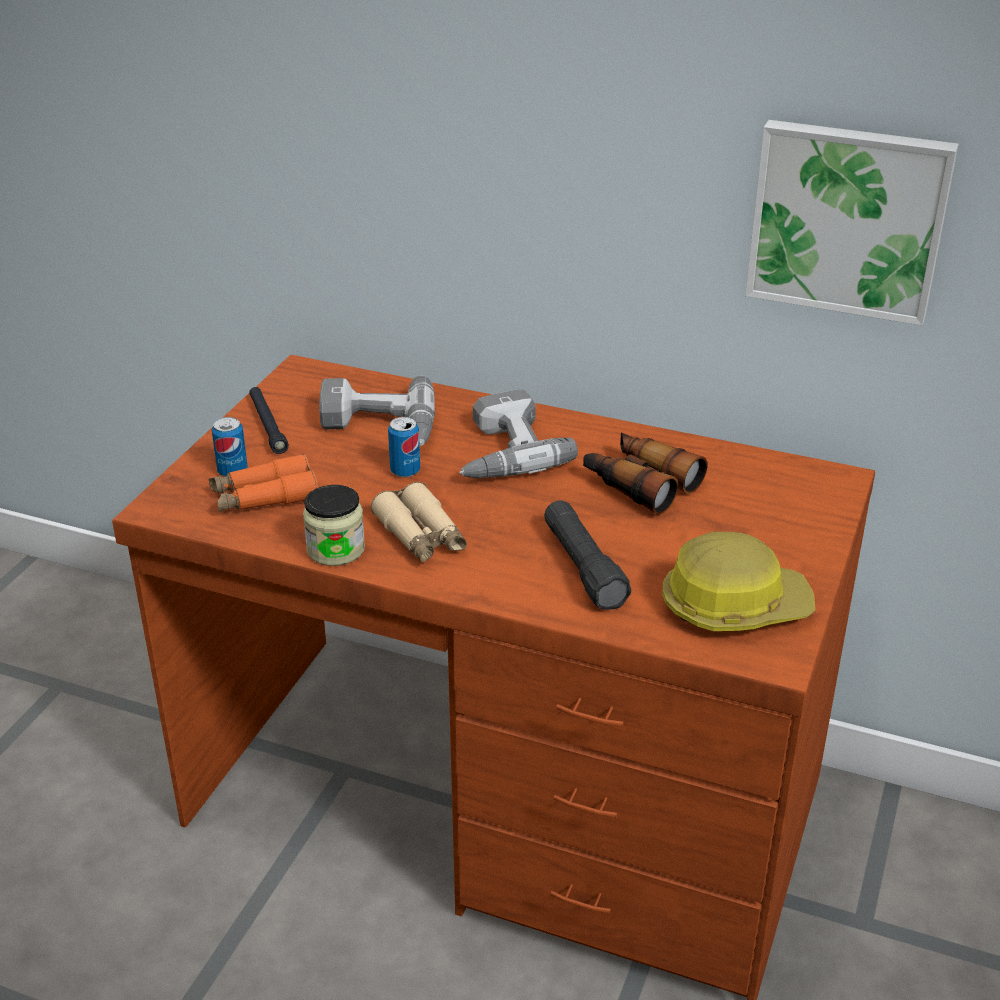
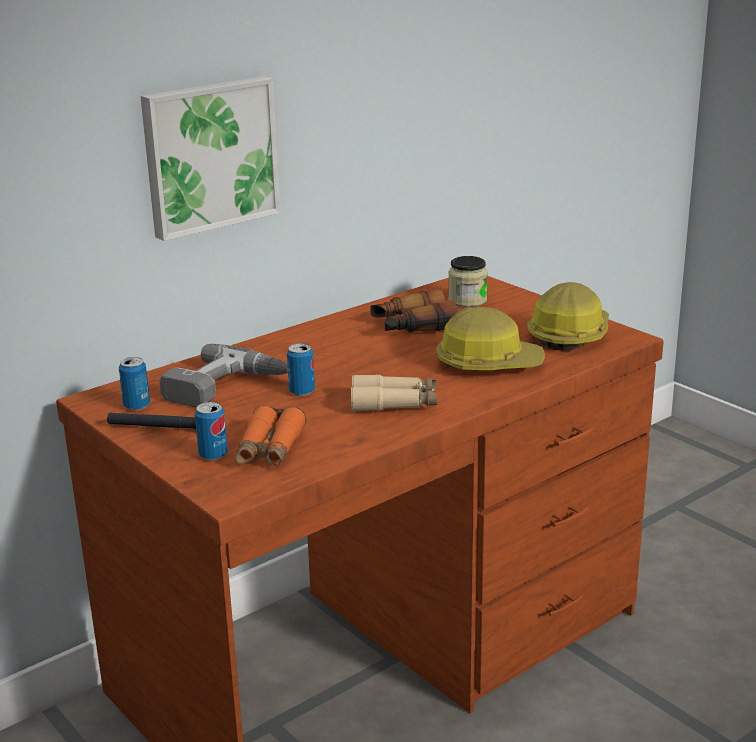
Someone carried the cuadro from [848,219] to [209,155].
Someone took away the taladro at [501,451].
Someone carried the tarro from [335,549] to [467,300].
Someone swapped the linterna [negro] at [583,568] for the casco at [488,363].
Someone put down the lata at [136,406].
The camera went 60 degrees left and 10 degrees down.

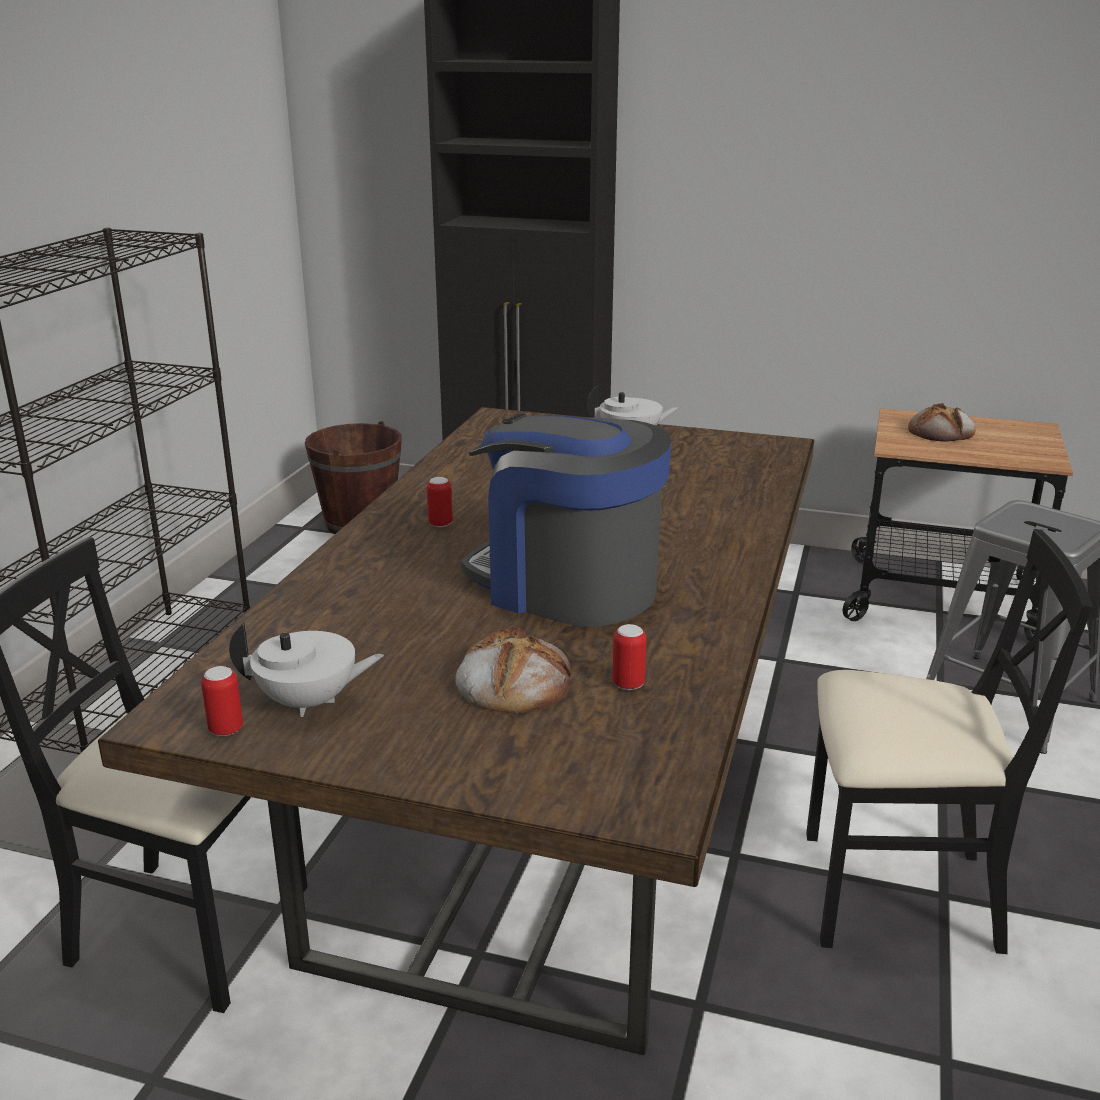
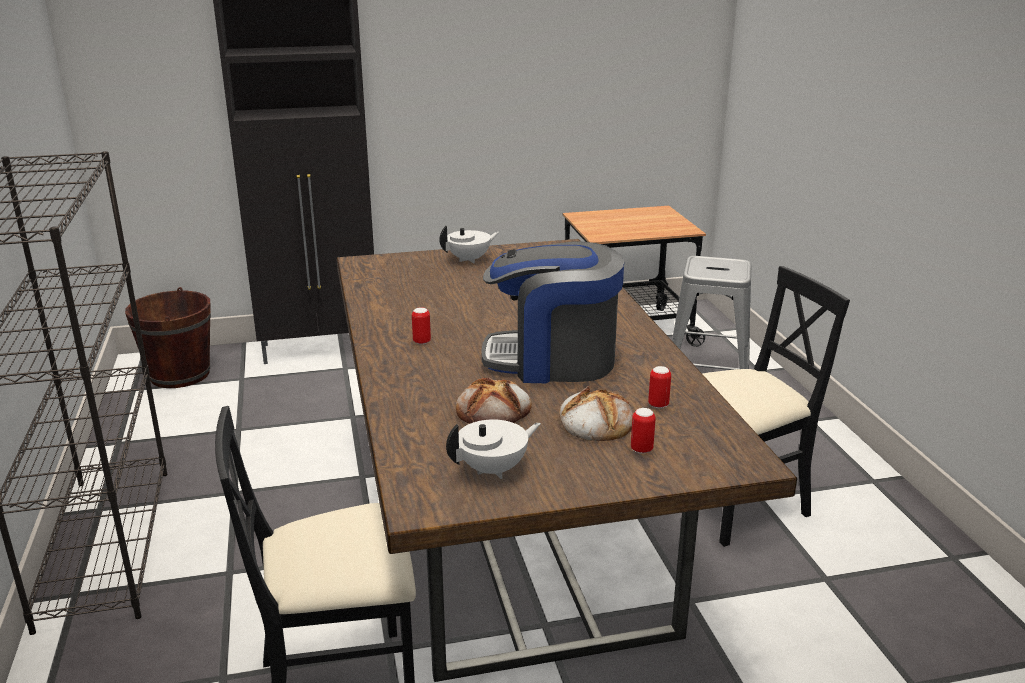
Someone carried the pan from [941,432] to [494,410].
Someone carried the lata from [226,729] to [641,449].
The camera went 30 degrees left and 0 degrees up.

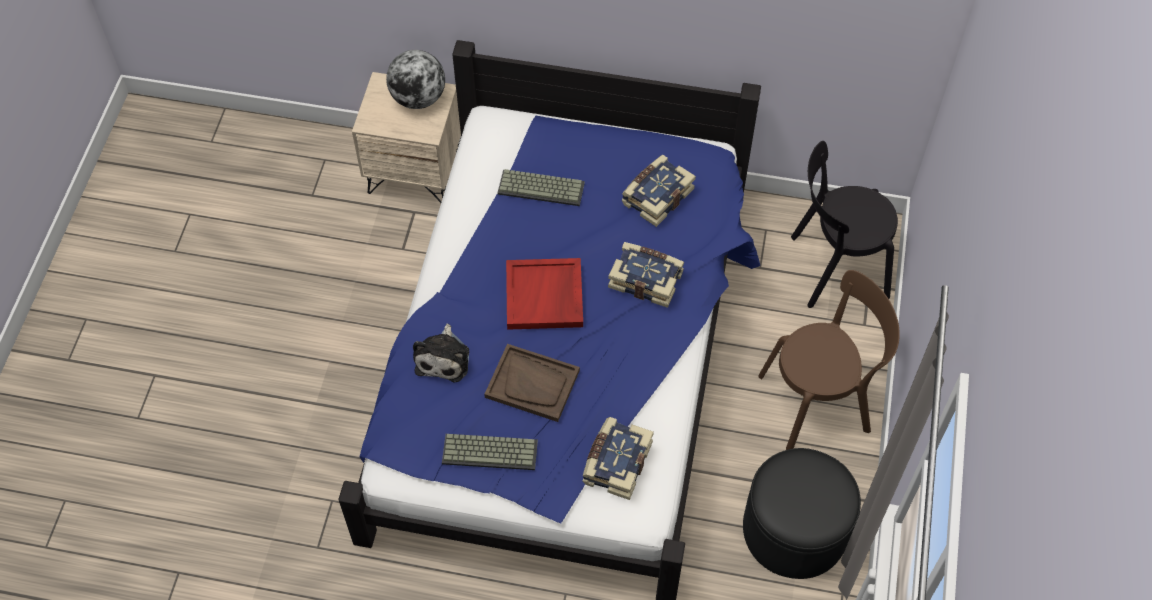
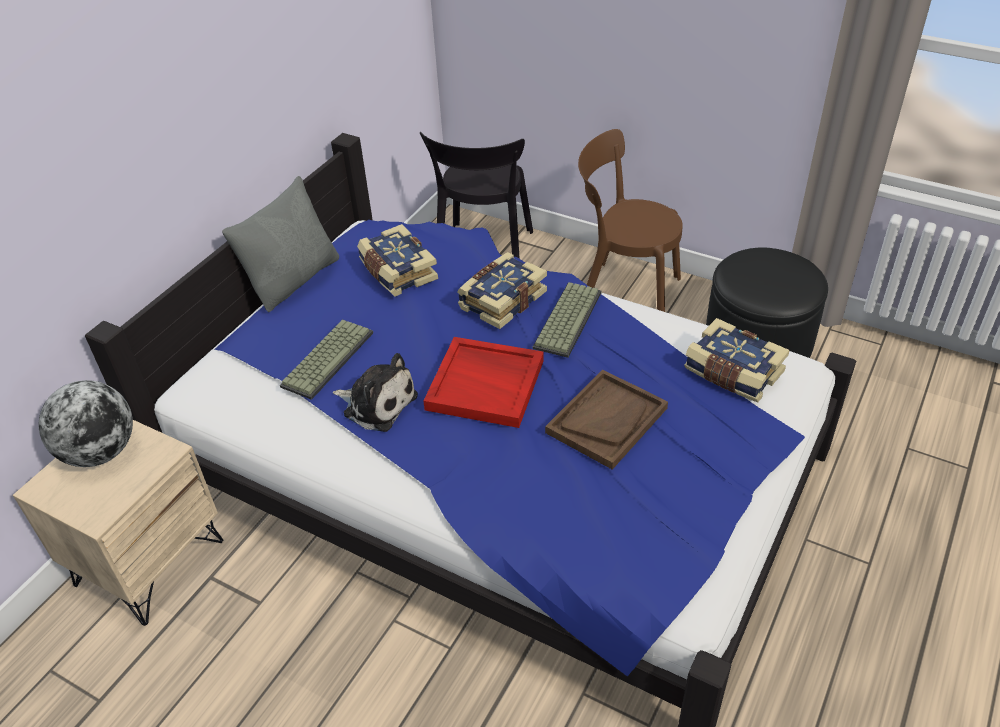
Someone rotated the silla [marrón] at [819,401] by 75 degrees counterclockwise.
Someone carried the peluche from [444,358] to [377,403].
Someone carried the teclado from [491,451] to [566,319].
Someone put down the cojín [gris] at [294,280].
The camera went 70 degrees left and 15 degrees down.

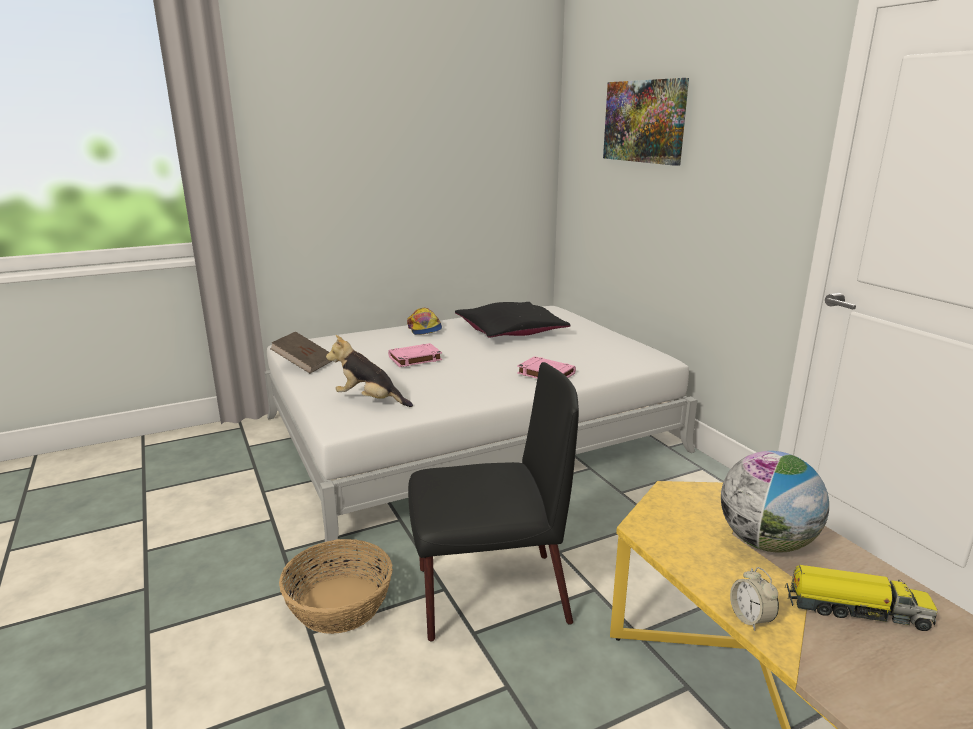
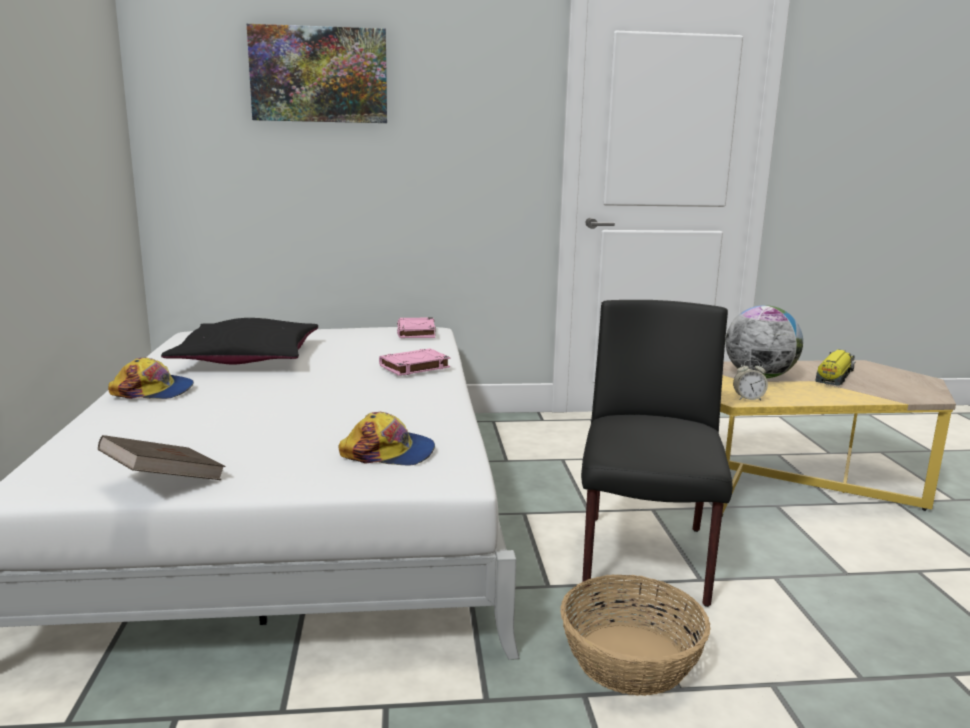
Someone swapped the peluche at [369,400] for the gorra at [389,452].
Someone carried the libro [rosa] from [414,359] to [416,332].
Someone carried the despertador from [750,618] to [748,398].
The camera went 70 degrees left and 5 degrees down.

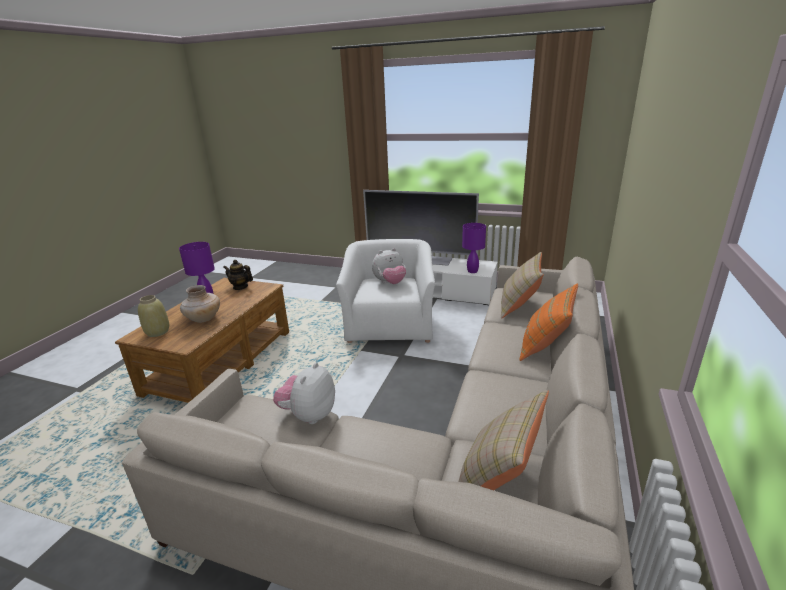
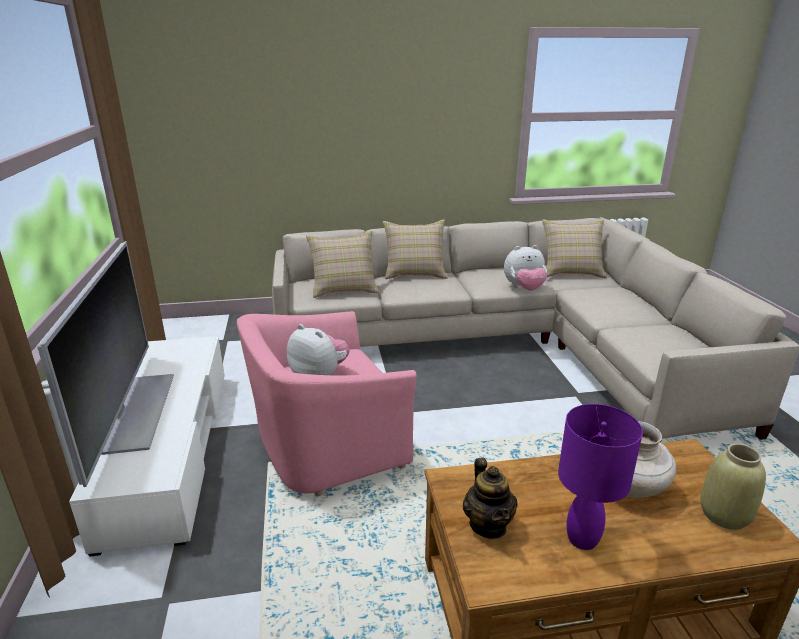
Someone took away the lámpara de mesa [morado] at [473,271].
Someone repainted the sillón [blanco] at [390,325], which became the sillón [rosa] at [327,445].
Someone repainted the cojín [naranja] at [545,346], which became the cojín [beis] at [415,273].
Someone carried the peluche from [309,415] to [524,289].
The camera went 120 degrees left and 0 degrees up.

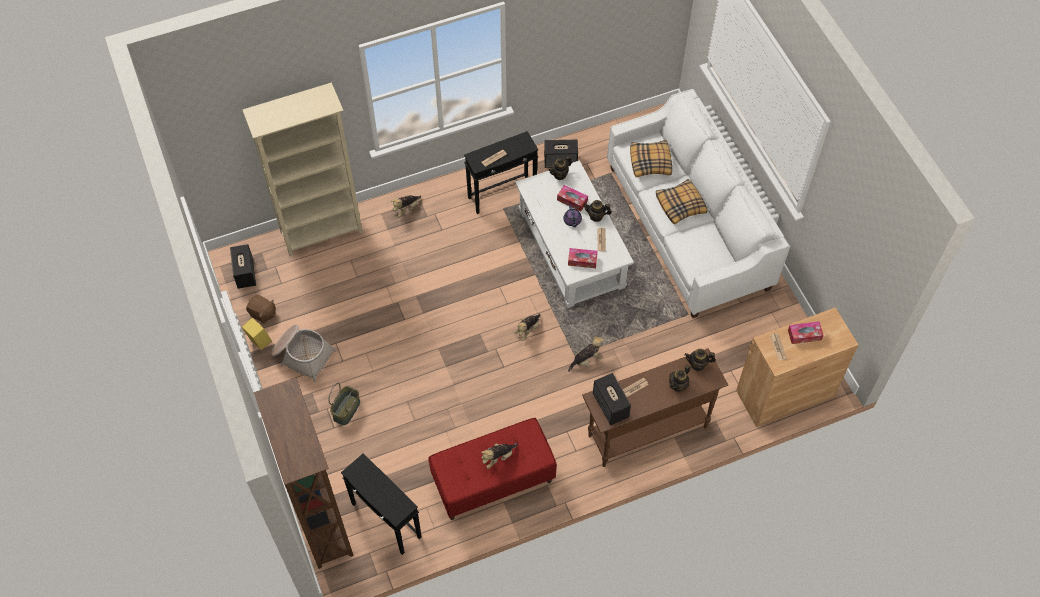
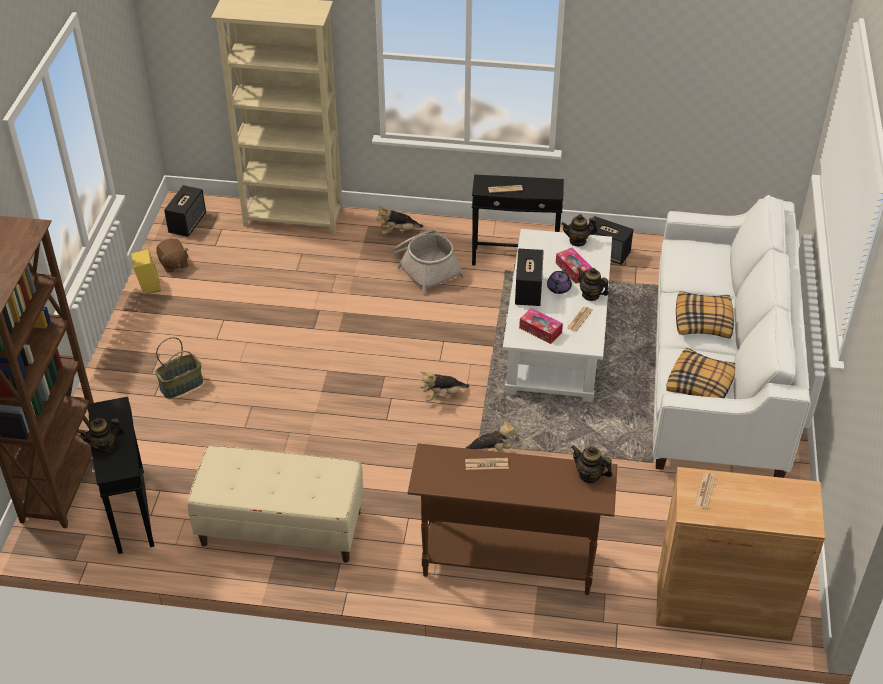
Someone carried the cojín from [650,162] to [701,384].
Someone took away the caja de pañuelos at [804,335].
Someone carried the cesta from [302,355] to [426,267].
Someone carried the tetera from [678,385] to [104,446].
Someone carried the altavoz from [611,406] to [528,291].
Someone repainted the banco [rojo] at [493,481], which became the banco [beis] at [281,528].
Someone took away the peluche at [498,457].
The camera went 30 degrees right and 15 degrees down.

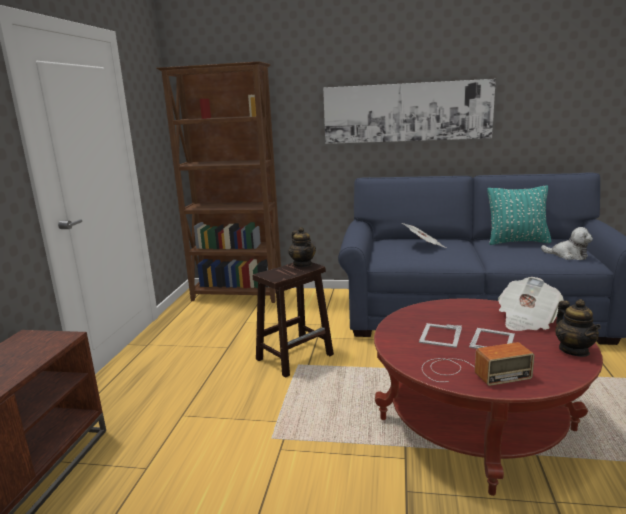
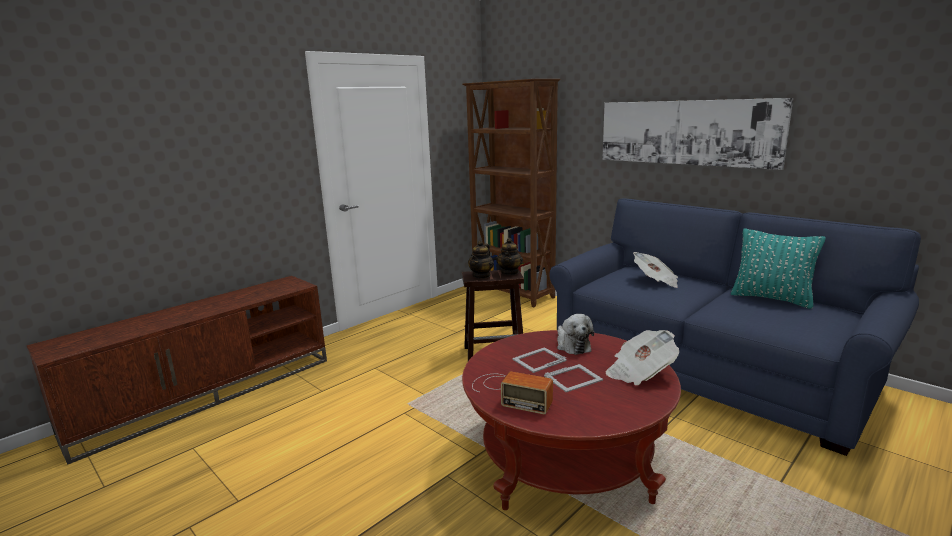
Someone carried the peluche from [568,255] to [572,345].
Someone carried the tetera from [574,350] to [481,275].
The camera went 35 degrees right and 0 degrees up.

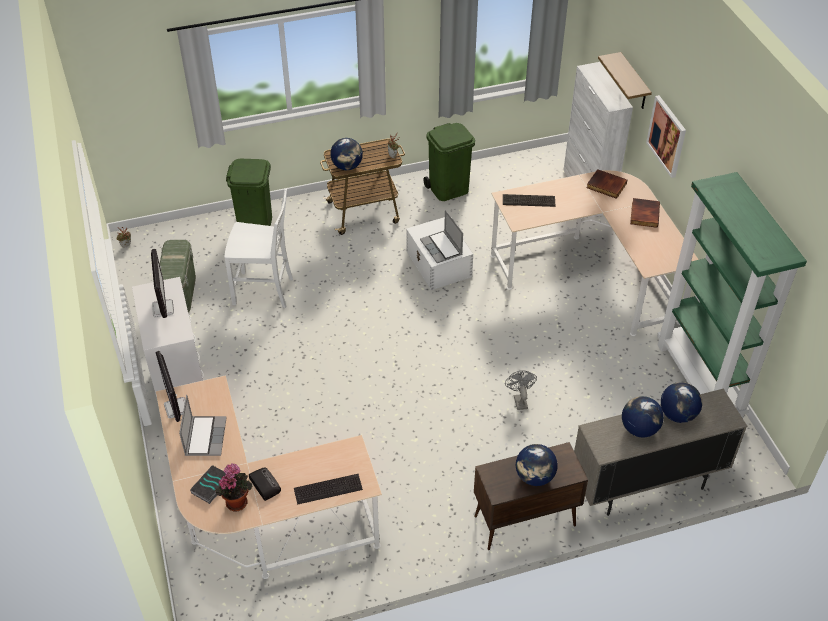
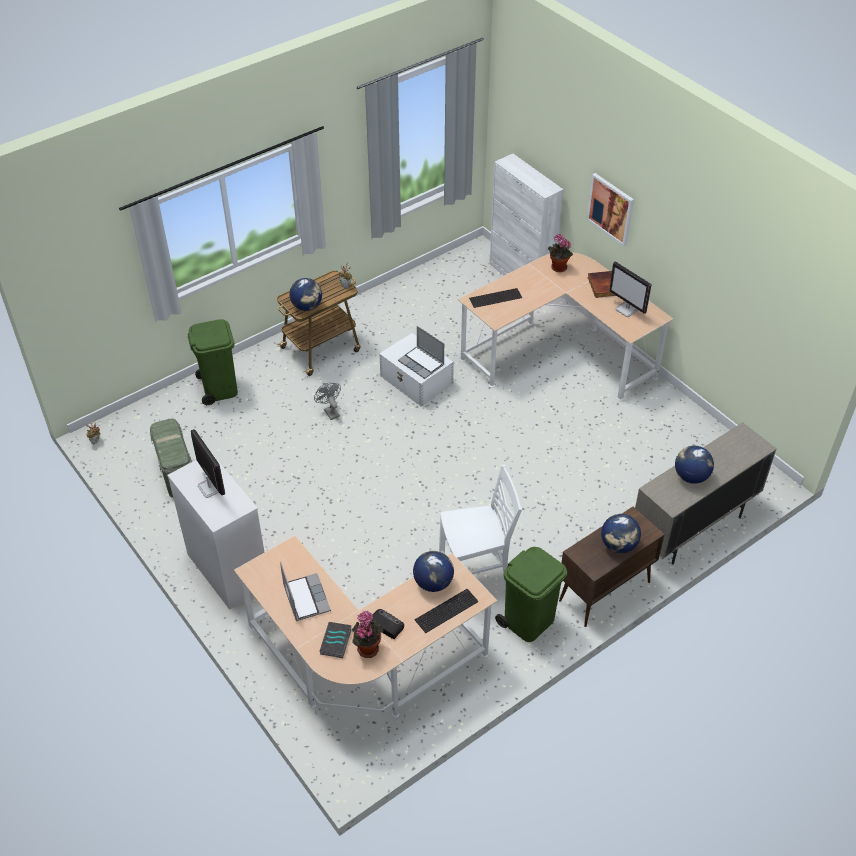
Someone took away the estante at [634,82].
Someone carried the papelera [verde] from [449,189] to [529,620].
Someone swapped the libro at [606,186] for the planta en maceta at [557,268].
Someone took away the estantería [verde] at [700,382].
Someone carried the silla [blanco] from [264,291] to [476,576].
Someone carried the monitor from [176,408] to [627,309].
Someone carried the ventilador [gris] from [519,400] to [330,411].
Someone carried the globo terráqueo from [677,414] to [433,582].
The camera went 20 degrees left and 0 degrees up.

